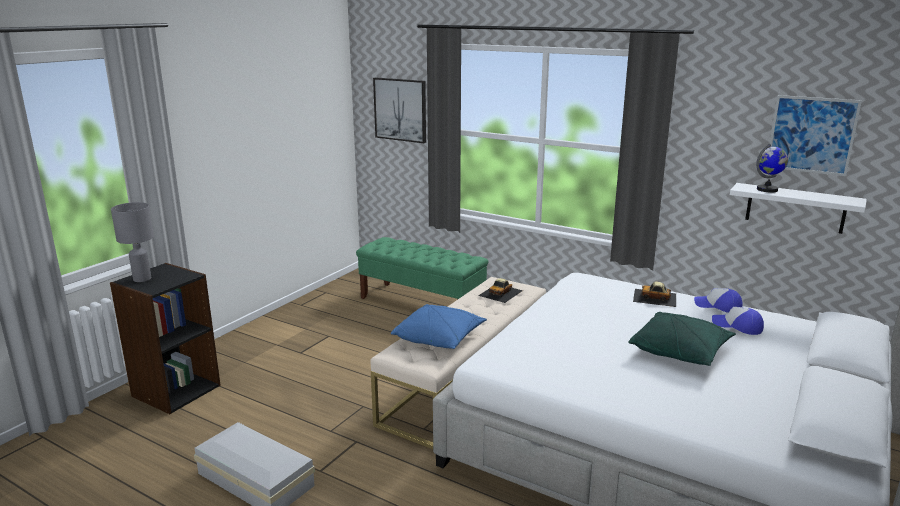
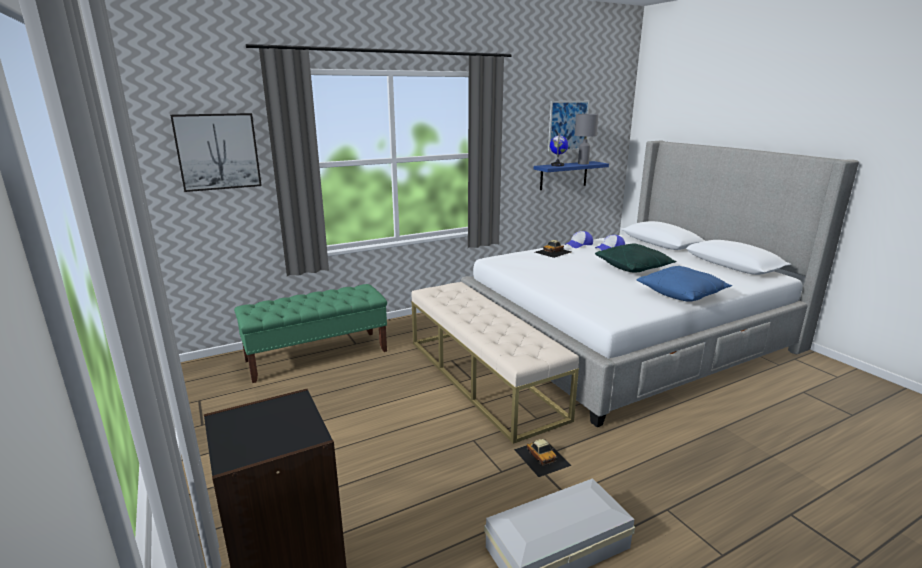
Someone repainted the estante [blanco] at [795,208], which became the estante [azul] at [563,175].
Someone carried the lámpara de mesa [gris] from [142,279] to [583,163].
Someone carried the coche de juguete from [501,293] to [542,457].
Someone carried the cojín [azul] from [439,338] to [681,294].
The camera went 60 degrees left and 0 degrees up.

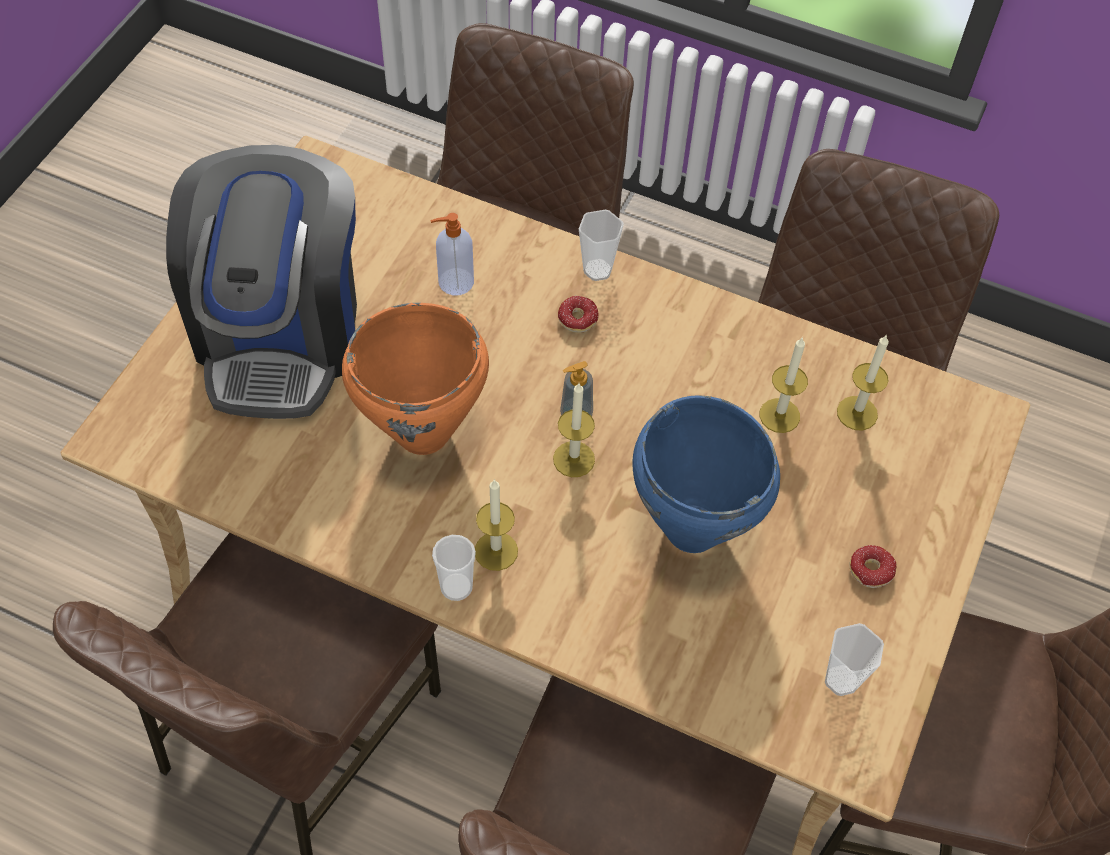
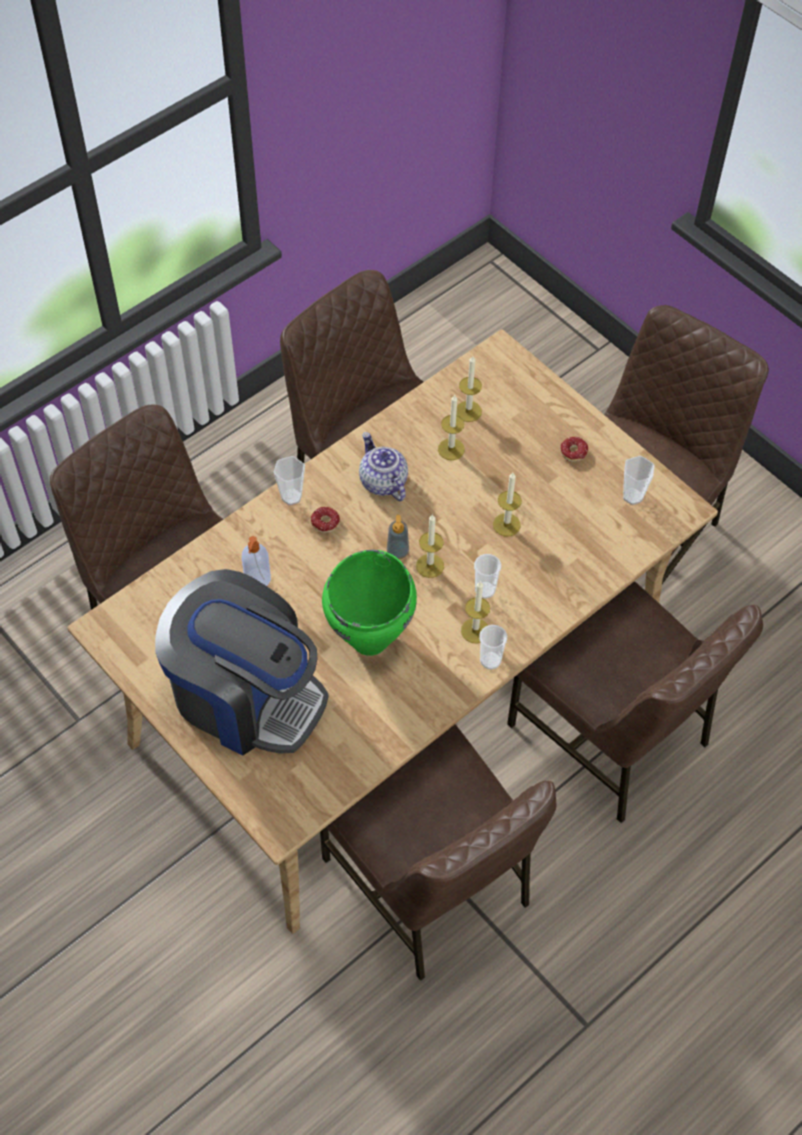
Someone repainted the olla [naranja] at [424,433], which became the olla [verde] at [370,639].
Someone swapped the olla [azul] at [692,528] for the vela at [506,524].
Someone put down the tetera at [382,482].
Someone put down the taza at [485,590].
The camera went 65 degrees left and 0 degrees up.

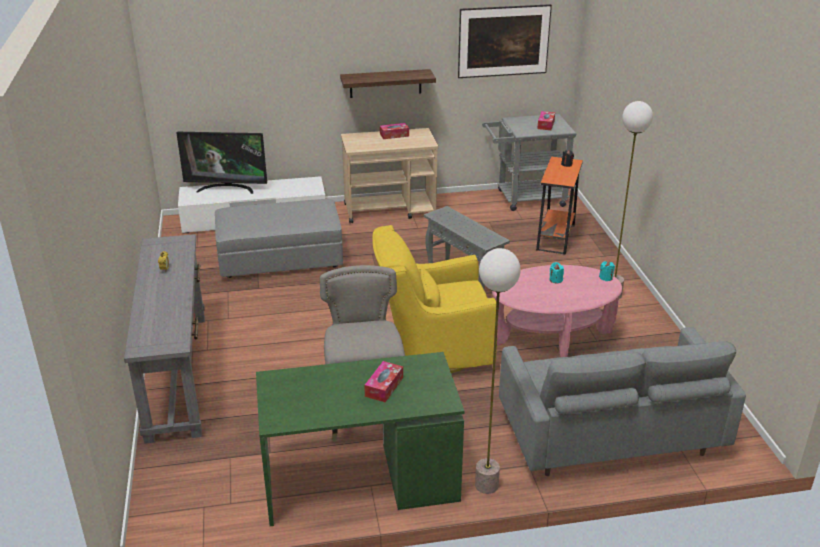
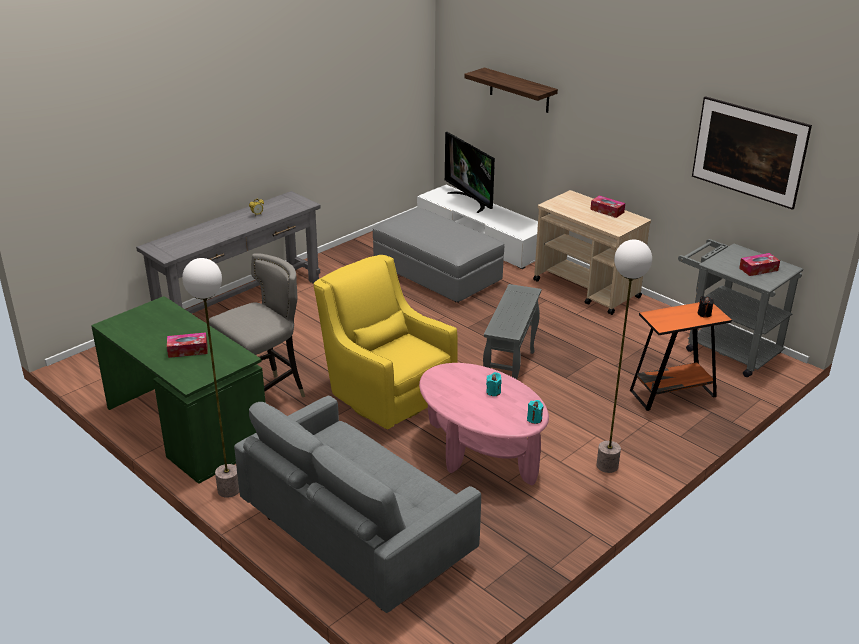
Someone carried the estante from [385,83] to [519,90].
The camera went 55 degrees right and 0 degrees up.

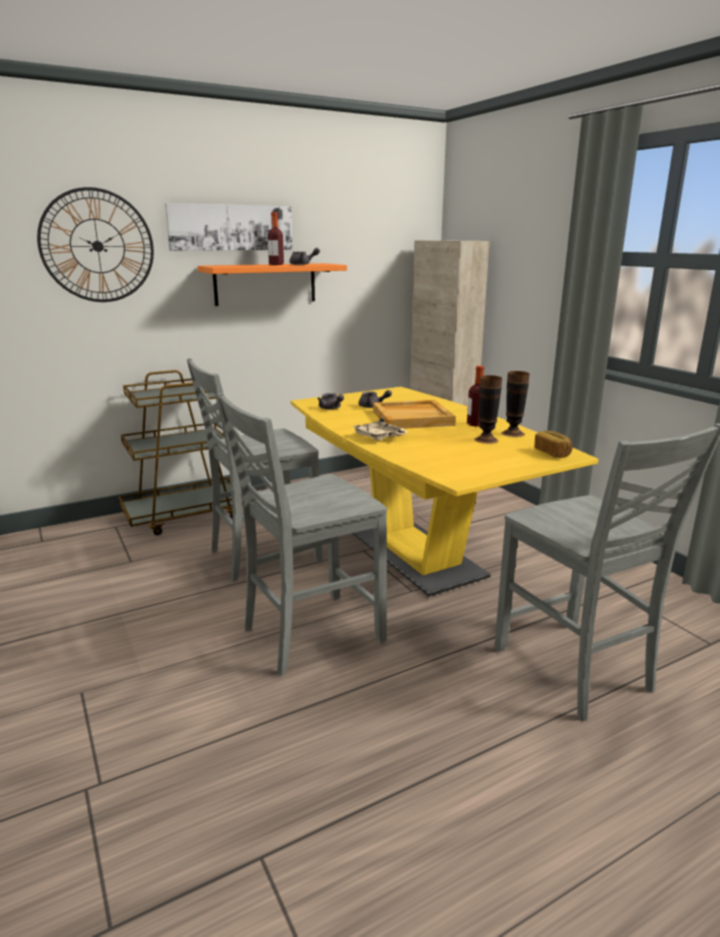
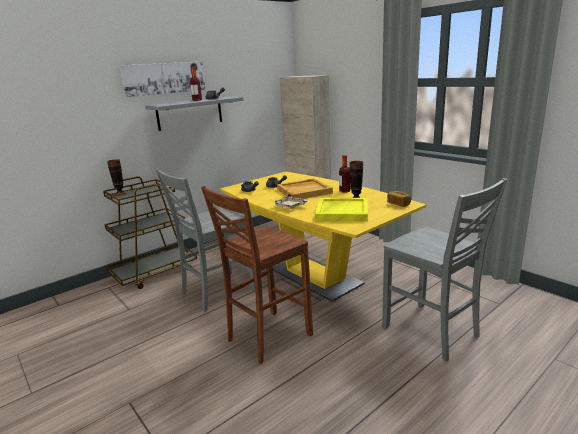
Someone took away the reloj de pared at [97,246].
Someone repainted the estante [naranja] at [265,284], which became the estante [gris] at [190,113].
Someone carried the florero from [513,433] to [120,194].
Someone swapped the silla [gris] at [309,634] for the taburete [marrón] at [267,337].
Someone put down the bandeja [amarillo] at [342,211].
The camera went 10 degrees left and 0 degrees up.

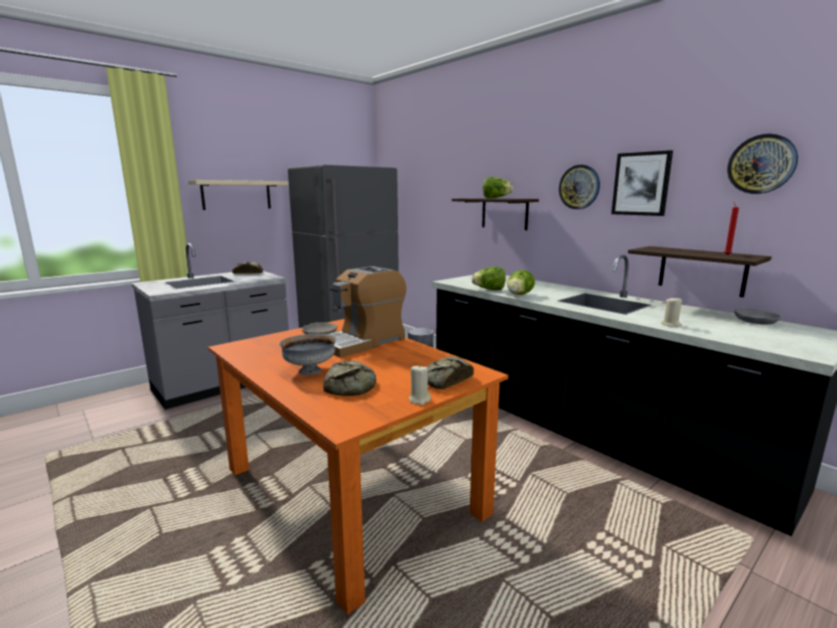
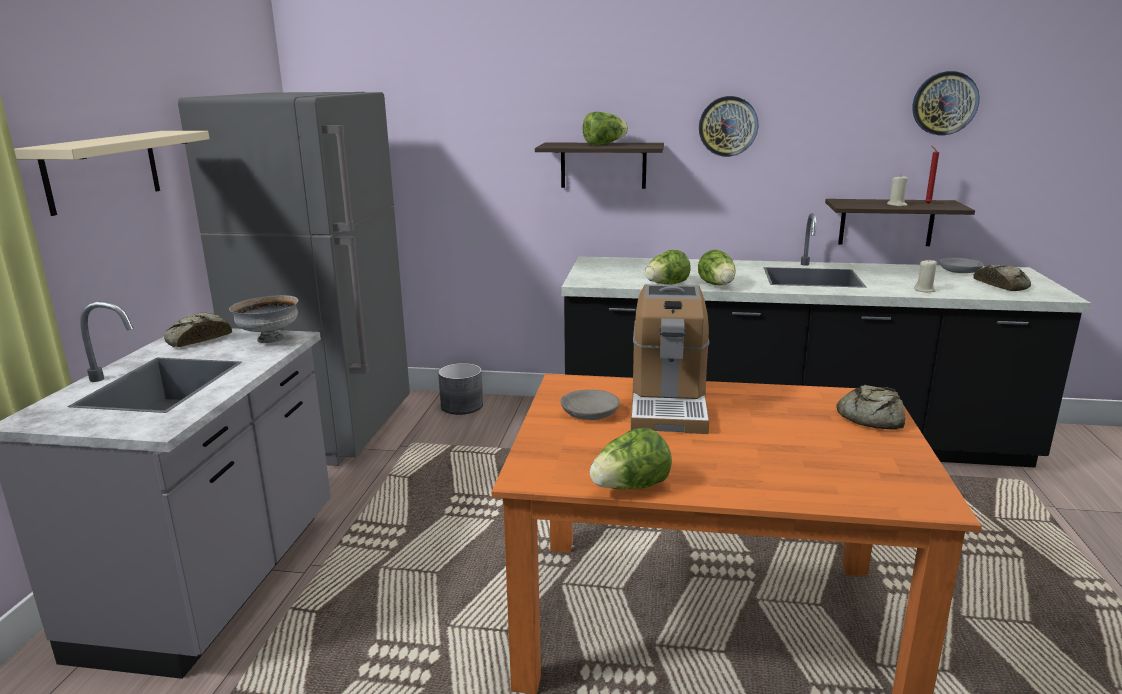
Someone took away the cuadro at [641,184].
Someone carried the cuenco [gris] from [309,371] to [269,339].
Someone carried the pan from [352,385] to [1002,285].
Someone carried the vela [beis] from [419,400] to [896,205].
Someone put down the lechuga at [630,487].
The camera went 40 degrees left and 5 degrees up.

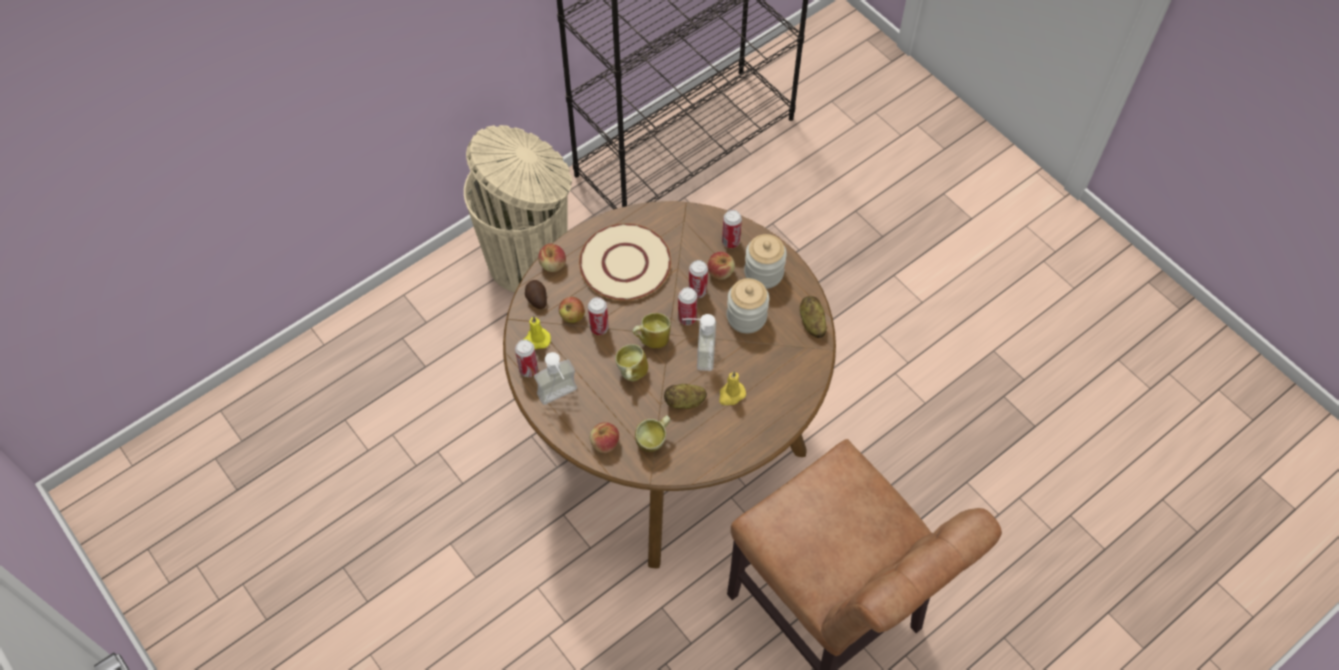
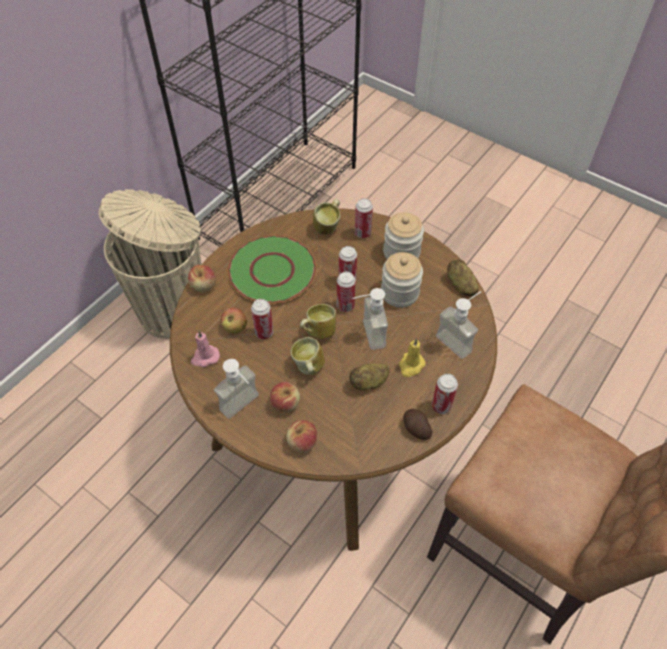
Someone repainted the plato [beis] at [625,263], which became the plato [verde] at [272,270].
Someone carried the manzana from [720,272] to [285,403].
Someone carried the patata from [536,298] to [416,428].
Someone repainted the vela [amarillo] at [536,340], which became the vela [rosa] at [205,357].
Someone carried the lata from [528,370] to [441,406].
Someone carried the taza grande from [654,441] to [328,227].
Someone put down the dispensador de jabón at [458,339].
The camera went 15 degrees left and 5 degrees down.

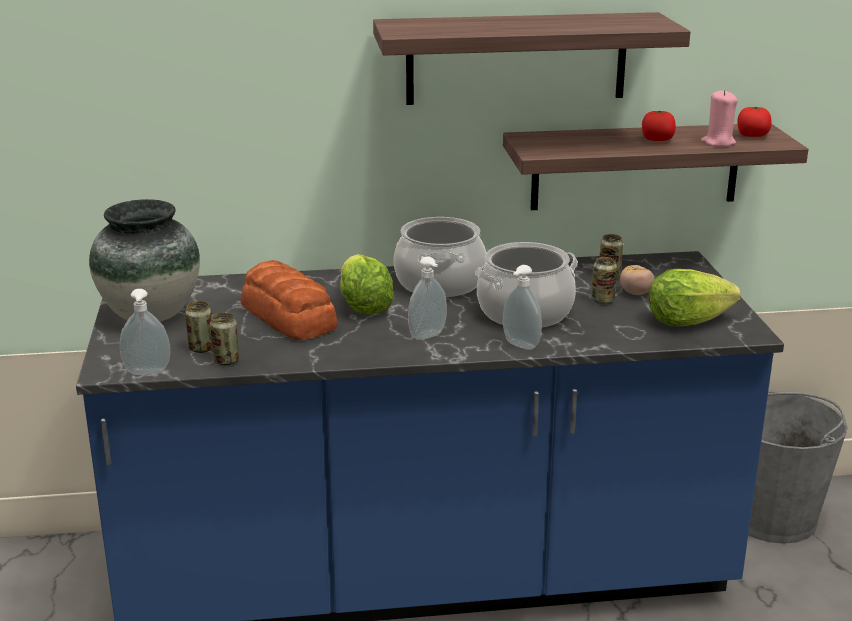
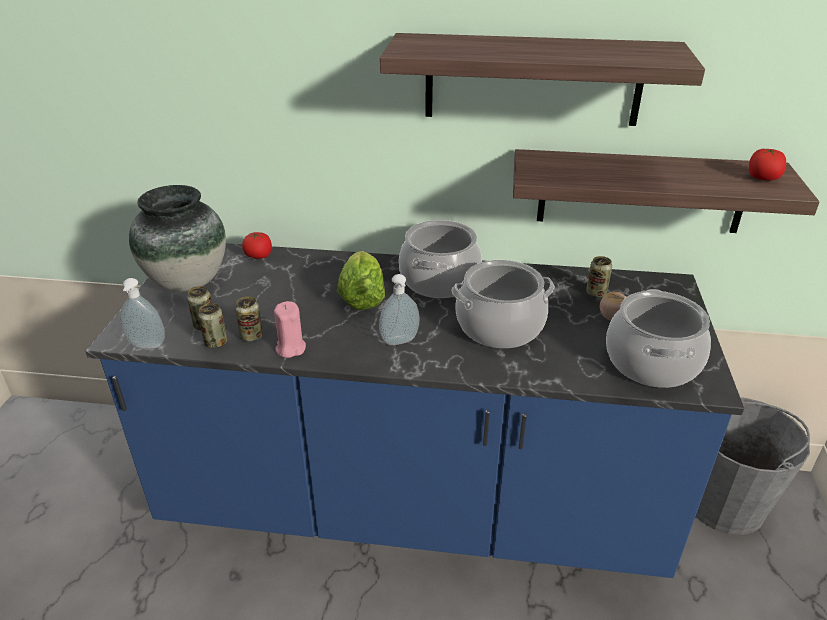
Someone carried the vela [rosa] from [718,142] to [290,348].
Someone carried the tomate from [657,140] to [259,256].
Someone carried the lata from [602,300] to [251,336].
Someone took away the pan at [288,317].
Someone took away the dispensador de jabón at [519,345].
Someone swapped the lechuga at [686,321] for the olla at [651,362].
The camera went 15 degrees right and 10 degrees up.

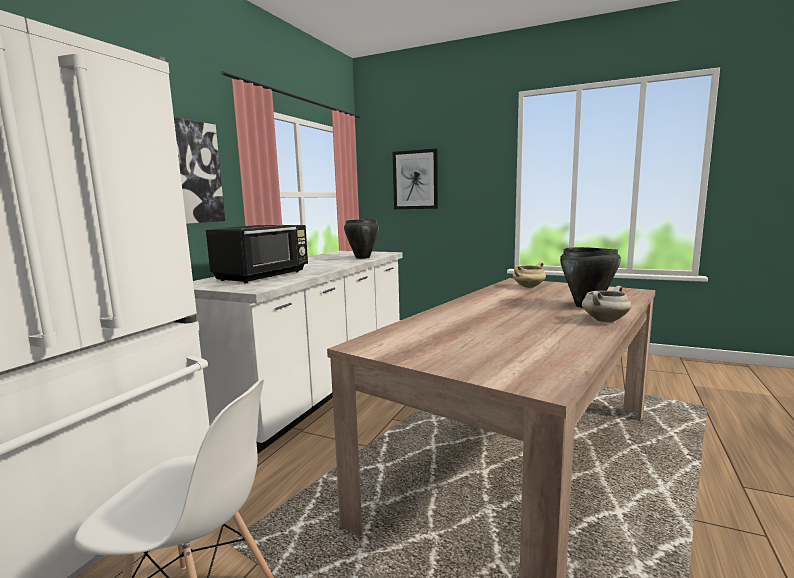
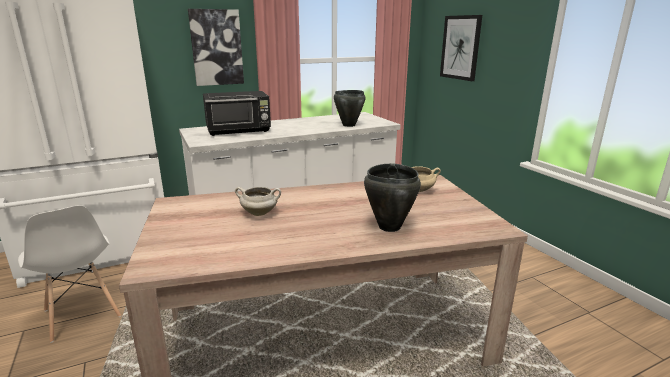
Someone carried the olla [blanco] from [605,320] to [260,213].
The camera went 40 degrees right and 10 degrees up.

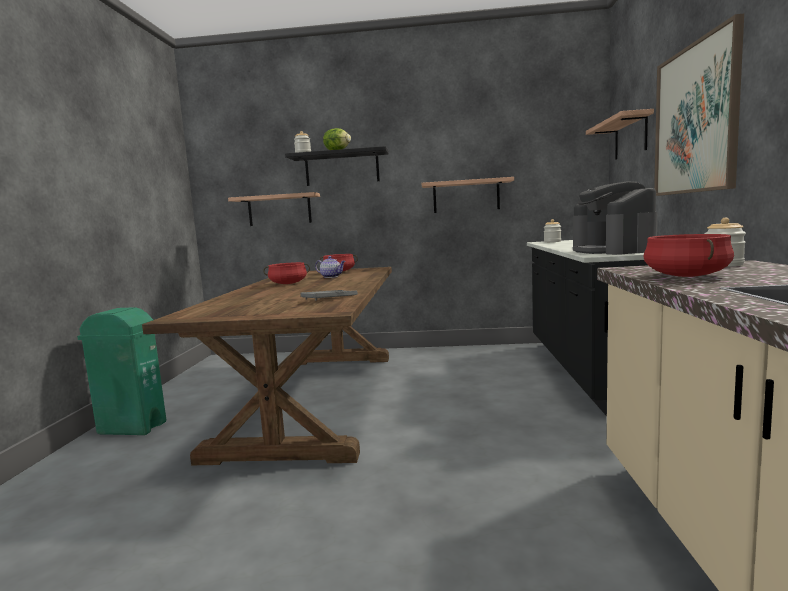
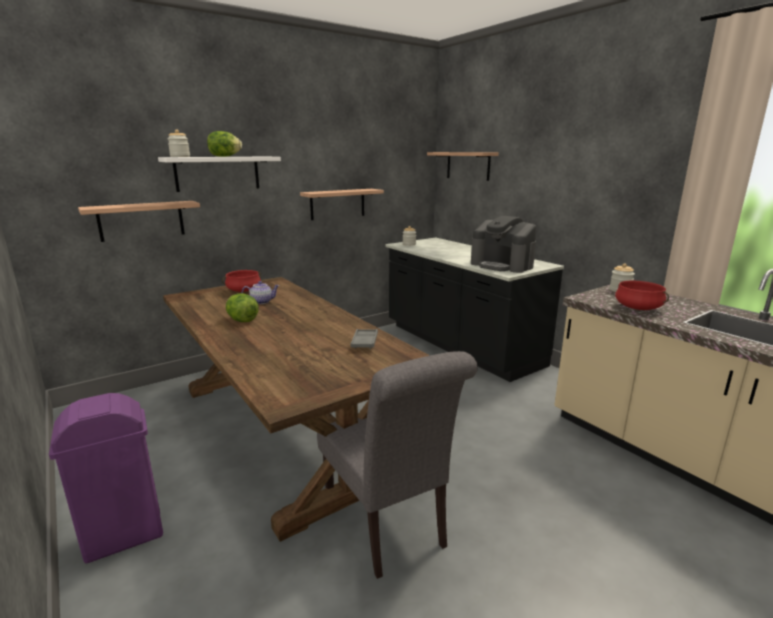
Someone took away the cuadro at [695,119].
Someone repainted the estante [negro] at [342,168], which became the estante [blanco] at [217,173].
Someone swapped the olla [rojo] at [288,283] for the lechuga at [242,320].
Someone repainted the papelera [verde] at [132,428], which became the papelera [morado] at [123,536].
Someone put down the silla [gris] at [389,527].
The camera went 40 degrees left and 10 degrees up.

